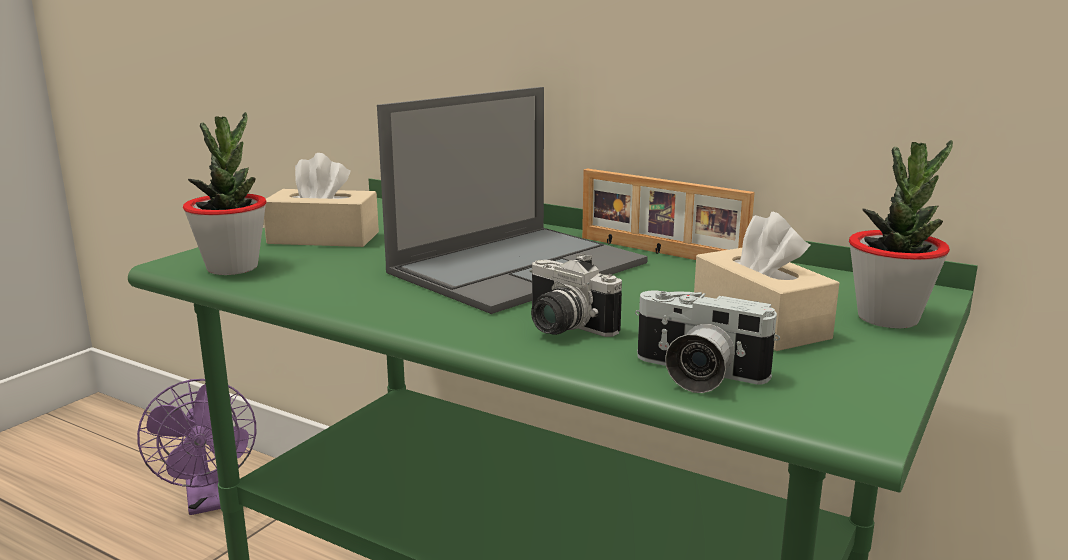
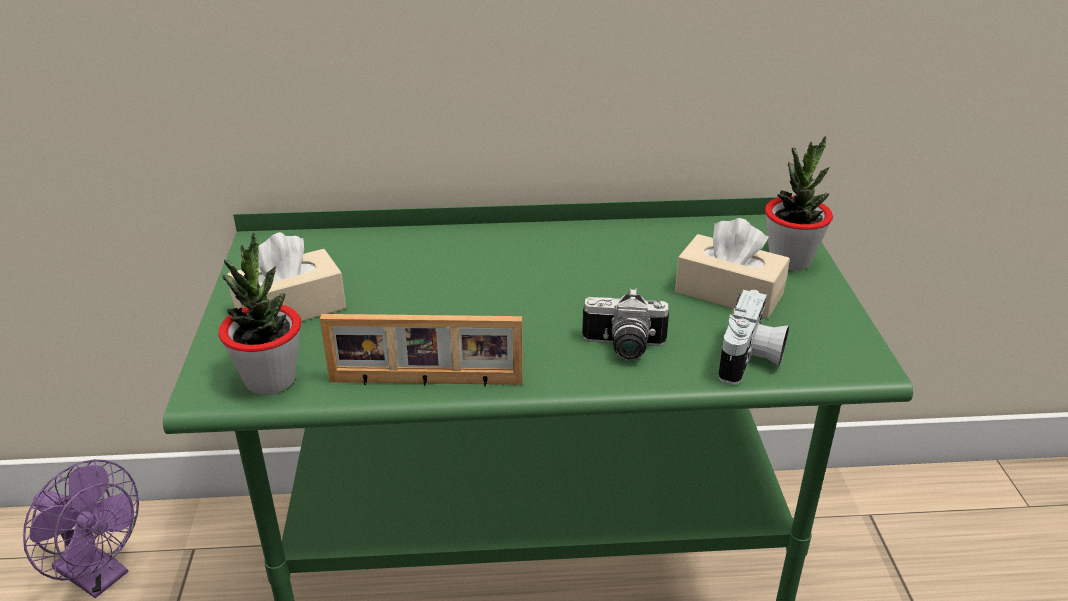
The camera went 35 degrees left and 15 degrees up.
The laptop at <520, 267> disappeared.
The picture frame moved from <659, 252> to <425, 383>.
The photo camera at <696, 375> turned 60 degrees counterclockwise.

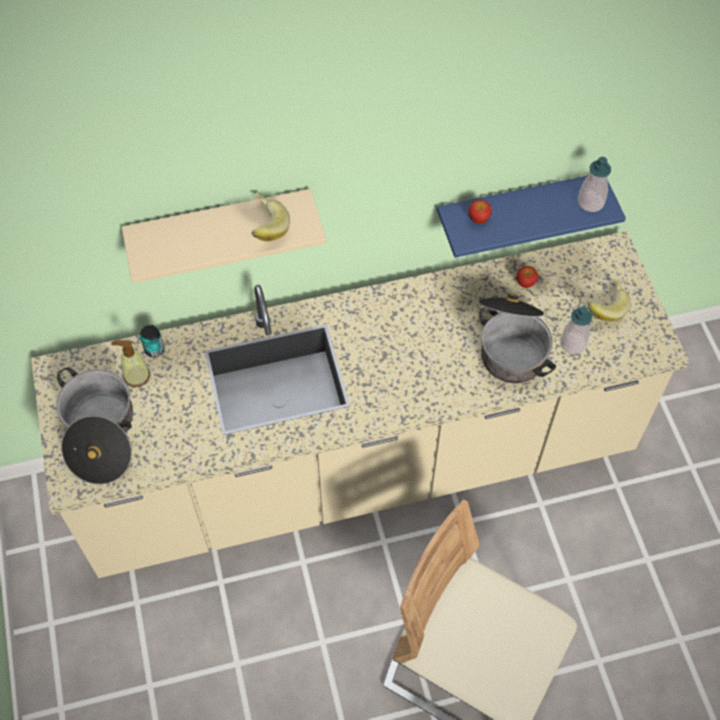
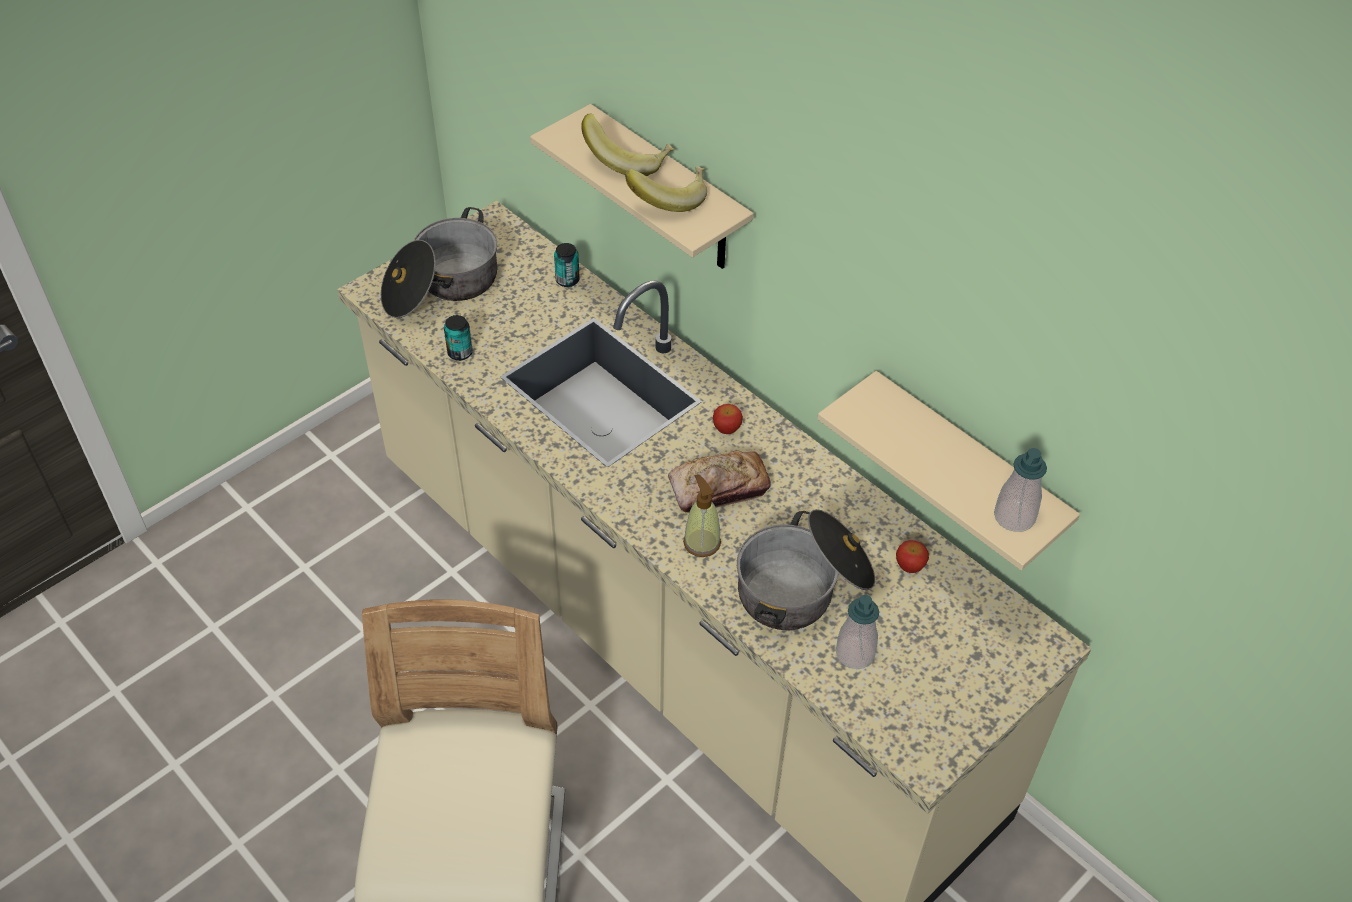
The camera went 60 degrees right and 10 degrees down.
The blue shelf at <517, 210> became the beige shelf at <965, 471>.
The apple moved from <478, 219> to <726, 429>.
The banana moved from <604, 307> to <628, 160>.
The soap dispenser moved from <136, 376> to <701, 542>.
The can at <460, 353> appeared.
The bread at <718, 488> appeared.

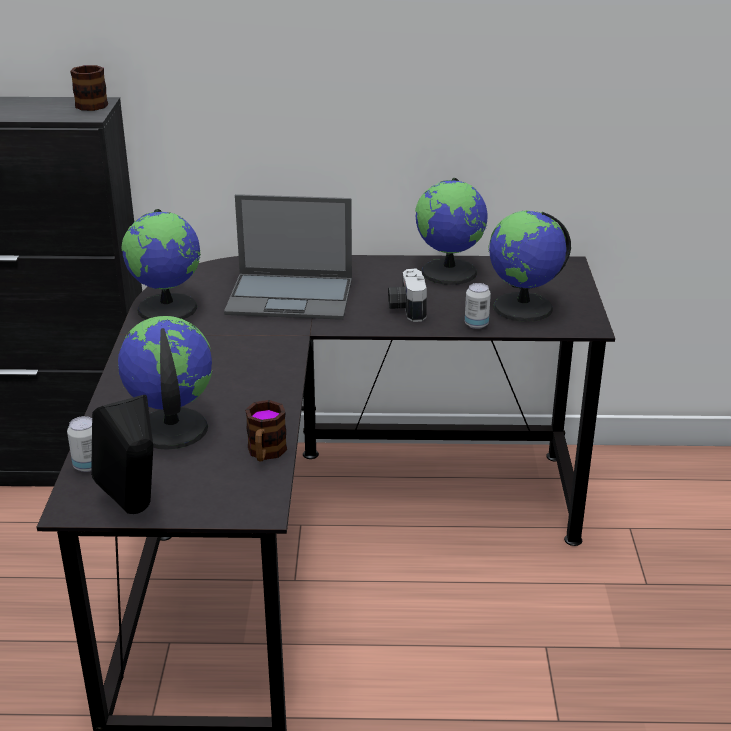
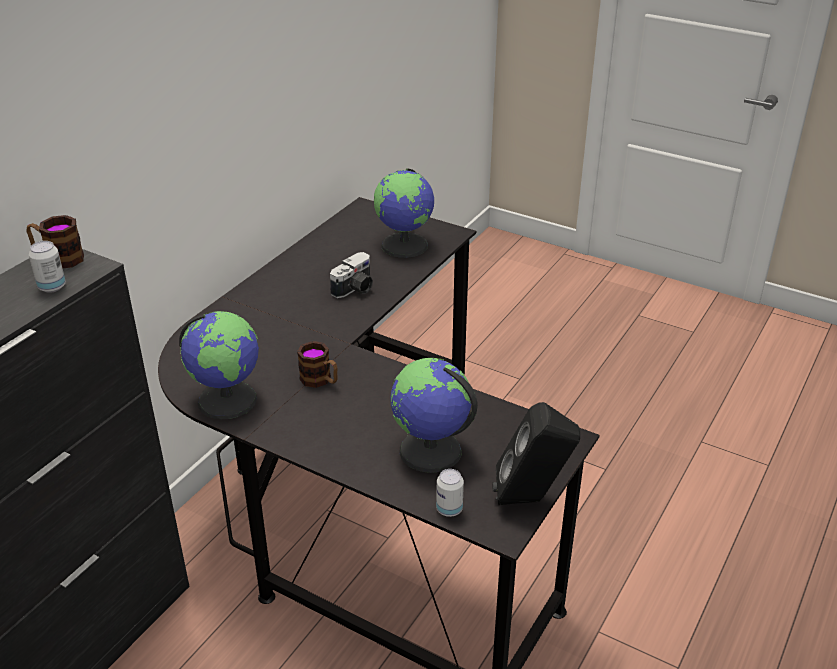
The camera went 60 degrees left and 5 degrees up.
The globe at <450, 272> disappeared.
The laptop at <292, 296> disappeared.
The photo camera at <406, 308> turned 75 degrees counterclockwise.
The can moved from <476, 324> to <52, 287>.
The mug moved from <265, 453> to <320, 380>.

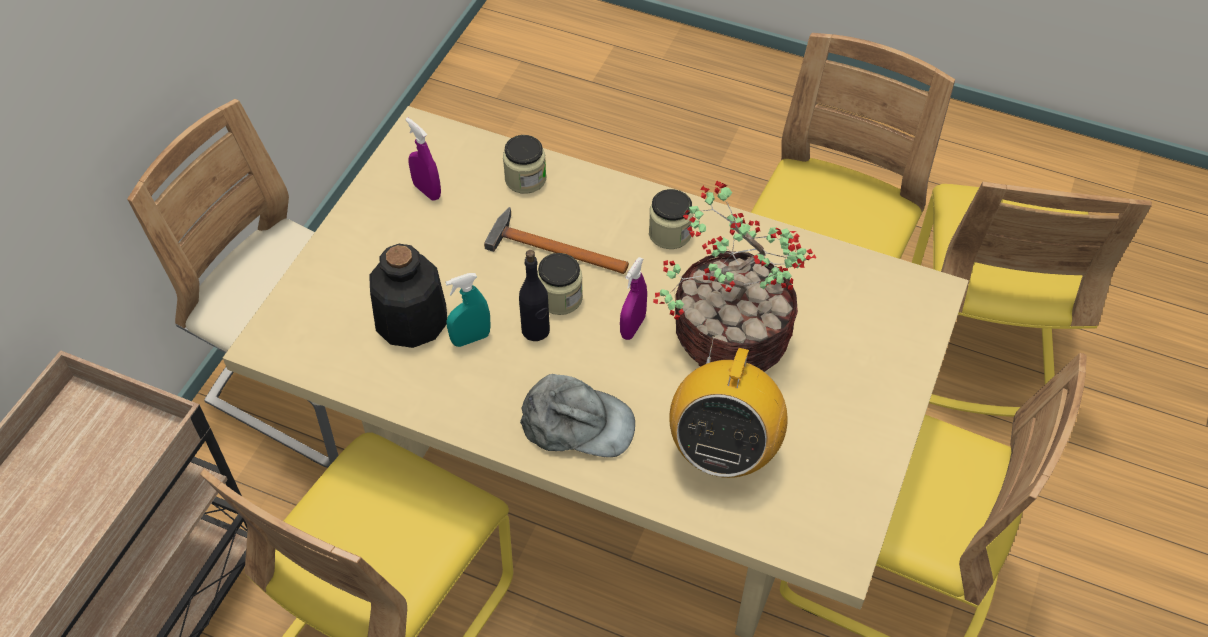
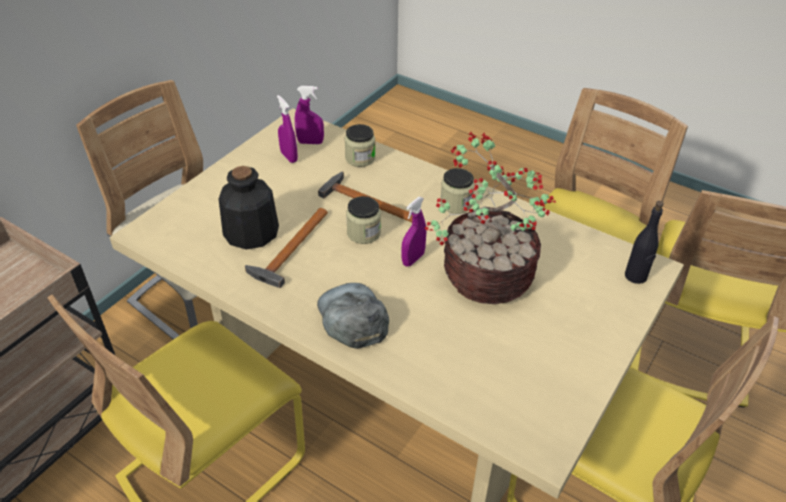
The camera went 10 degrees right and 10 degrees down.
The black bottle moved from <536, 330> to <636, 276>.
The turquoise spray bottle at <471, 338> was replaced by the hammer at <290, 250>.
The radio at <723, 450> disappeared.
The grey cap at <577, 423> turned 135 degrees counterclockwise.
The purple spray bottle at <310, 142> appeared.

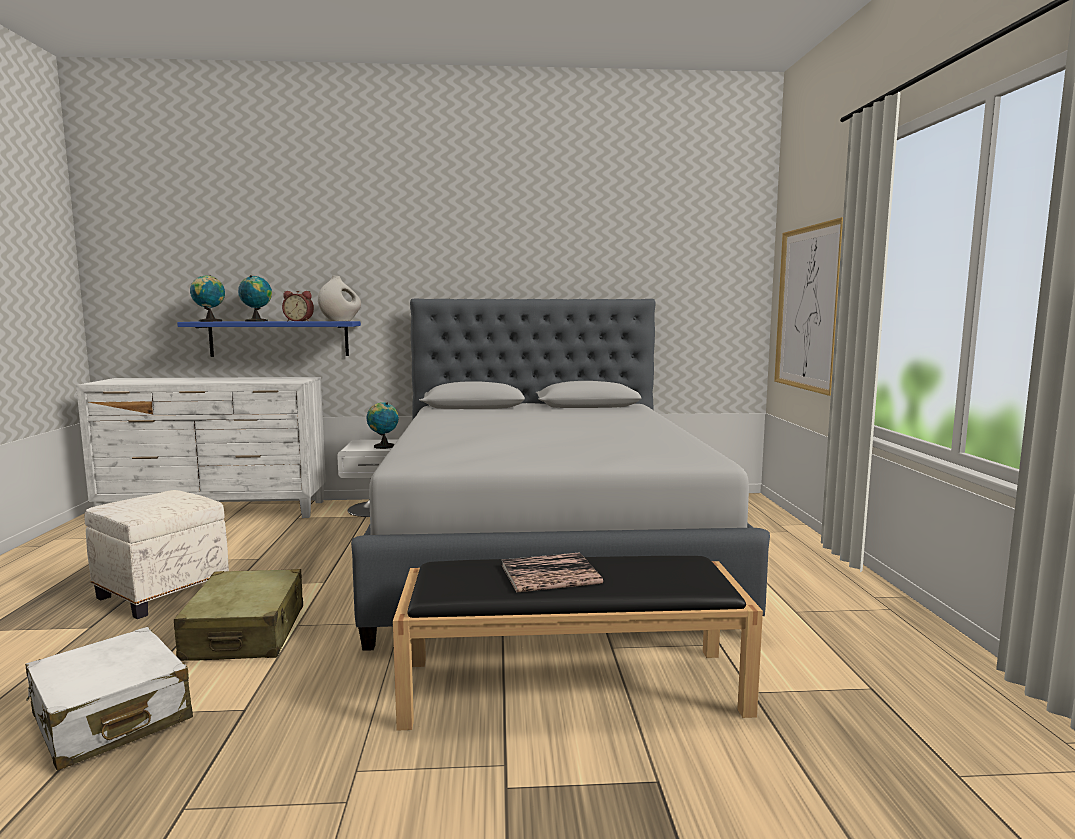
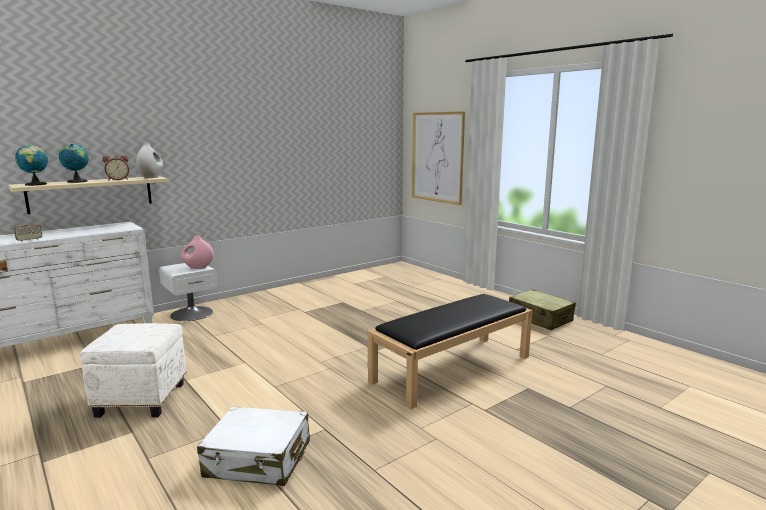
The camera went 35 degrees left and 5 degrees up.
The grey bed at <545, 551> disappeared.
The blue shelf at <279, 338> became the beige shelf at <91, 194>.
The globe at <383, 446> was replaced by the pink vase at <198, 267>.
The book at <550, 574> disappeared.
The beige suitcase moved from <246, 633> to <540, 318>.
The radio at <29, 240> appeared.

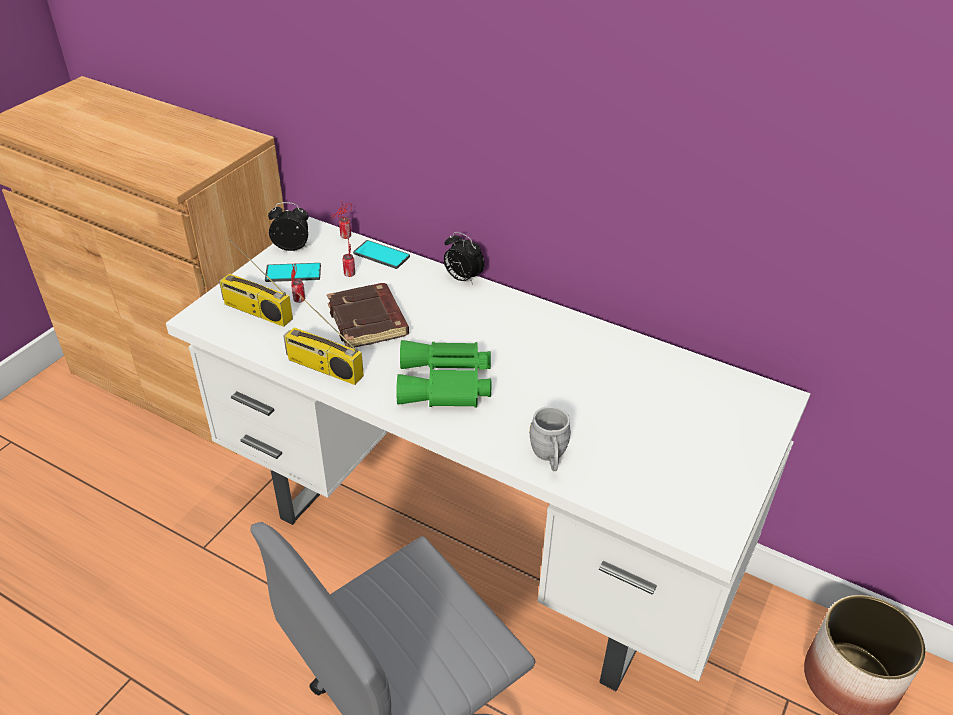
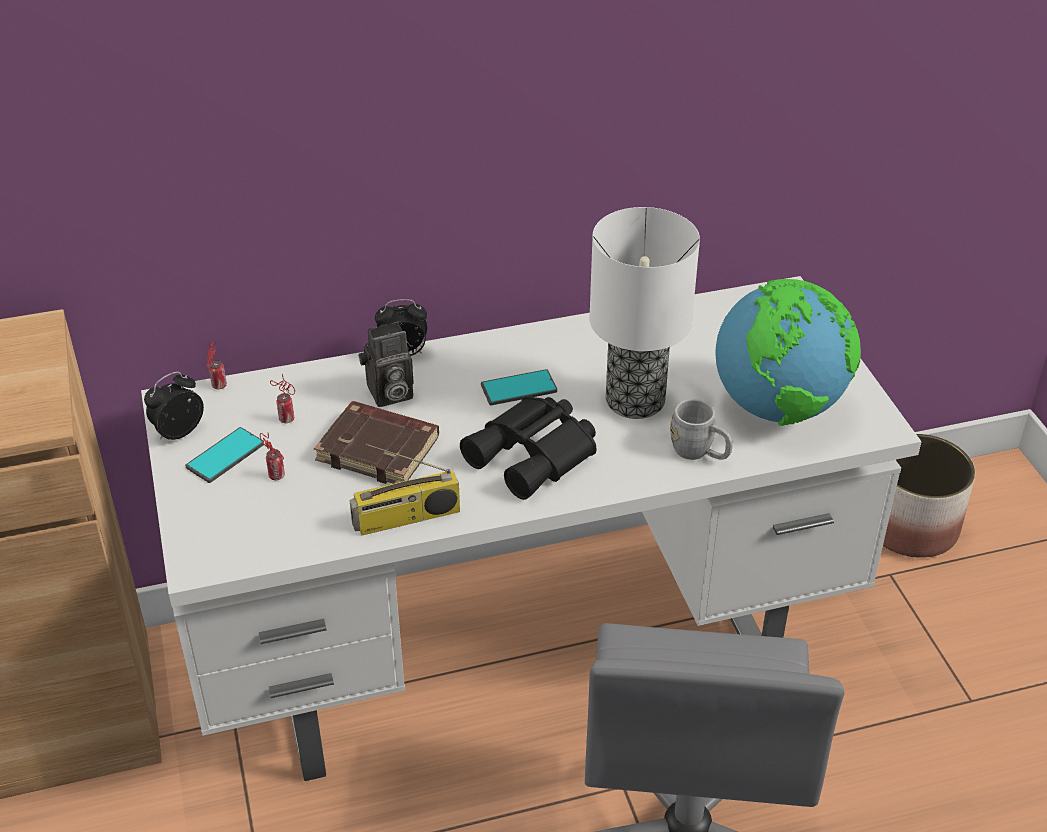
The camera went 45 degrees left and 0 degrees up.
The radio at <256, 311> disappeared.
The phone moved from <381, 255> to <519, 388>.
The green binoculars at <446, 384> became the black binoculars at <535, 455>.
The table lamp at <636, 401> appeared.
The globe at <779, 407> appeared.
The photo camera at <388, 394> appeared.

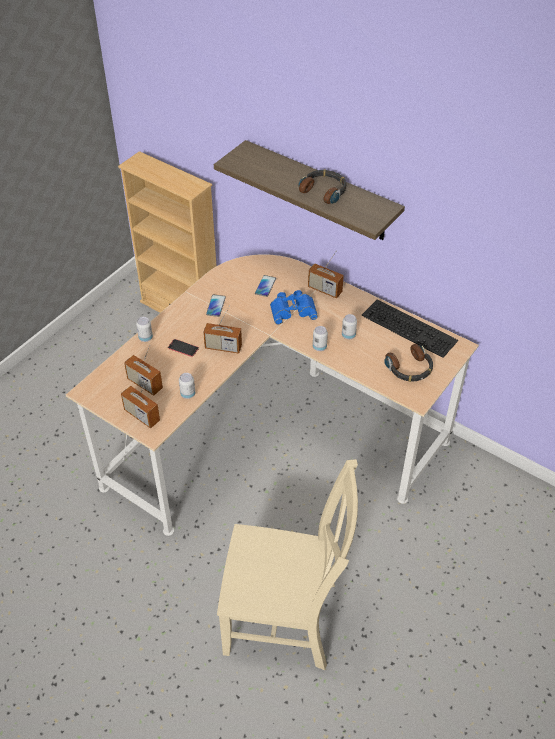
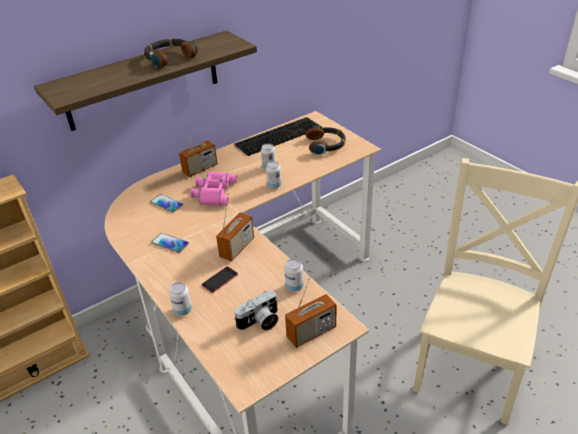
The camera went 70 degrees left and 10 degrees down.
The blue binoculars at <293, 309> became the pink binoculars at <213, 192>.
The radio at <145, 384> was replaced by the photo camera at <260, 322>.

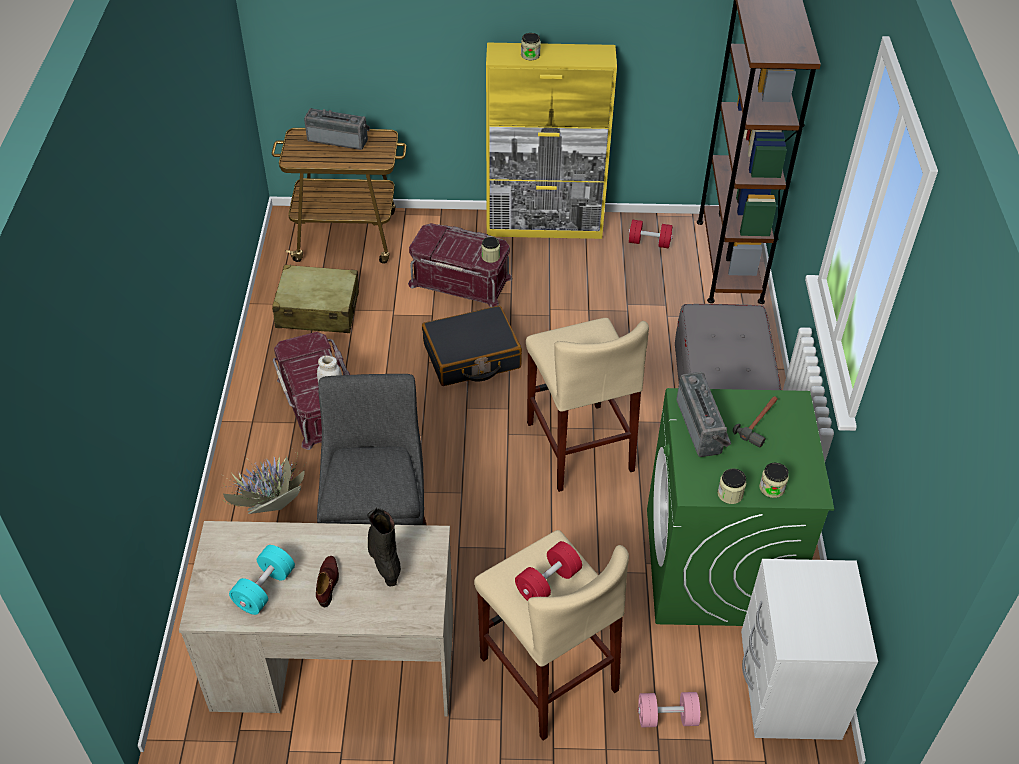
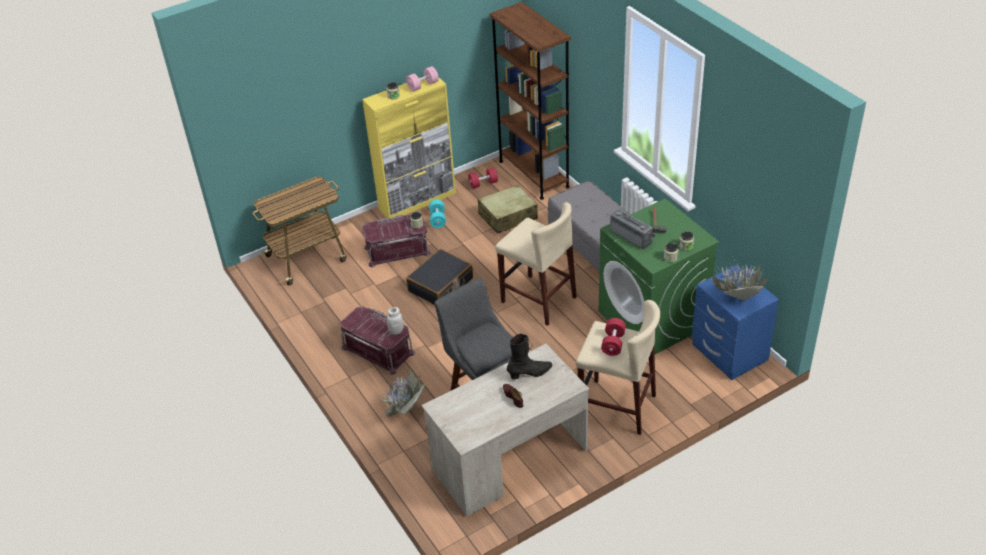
The camera went 30 degrees left and 5 degrees down.
The radio at <338, 139> disappeared.
The beige suitcase moved from <317, 310> to <507, 217>.
The black boot at <384, 560> turned 120 degrees clockwise.
The turquoise dumbbell moved from <264, 589> to <437, 219>.
The white nightstand at <787, 689> became the blue nightstand at <728, 353>.
The pink dumbbell moved from <667, 717> to <423, 85>.
The potted plant at <737, 300> appeared.

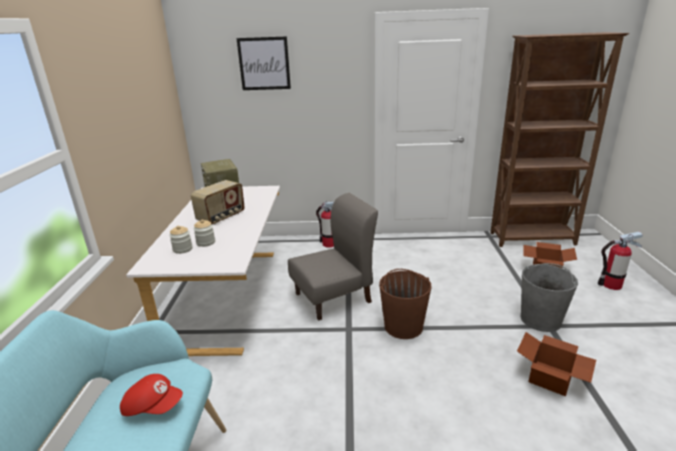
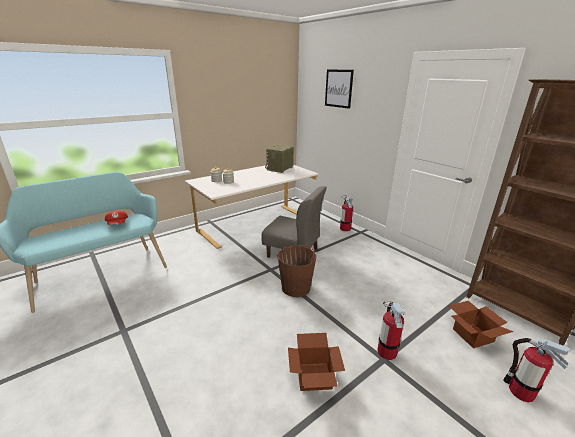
The camera went 50 degrees right and 0 degrees up.
The radio at <221, 217> disappeared.
The grey bucket at <541, 319> was replaced by the fire extinguisher at <386, 351>.

